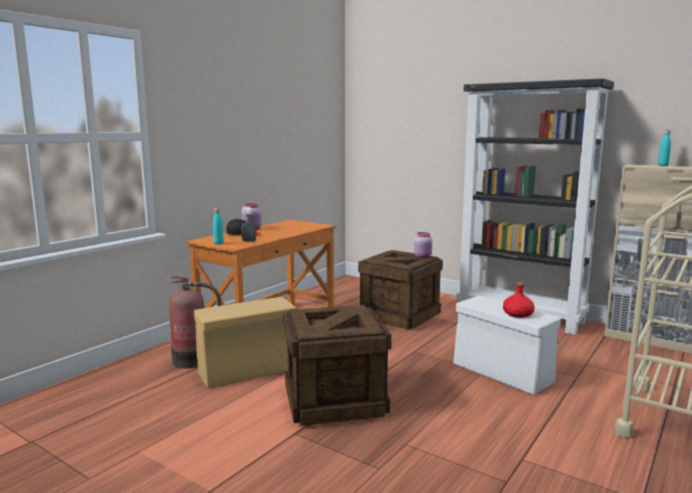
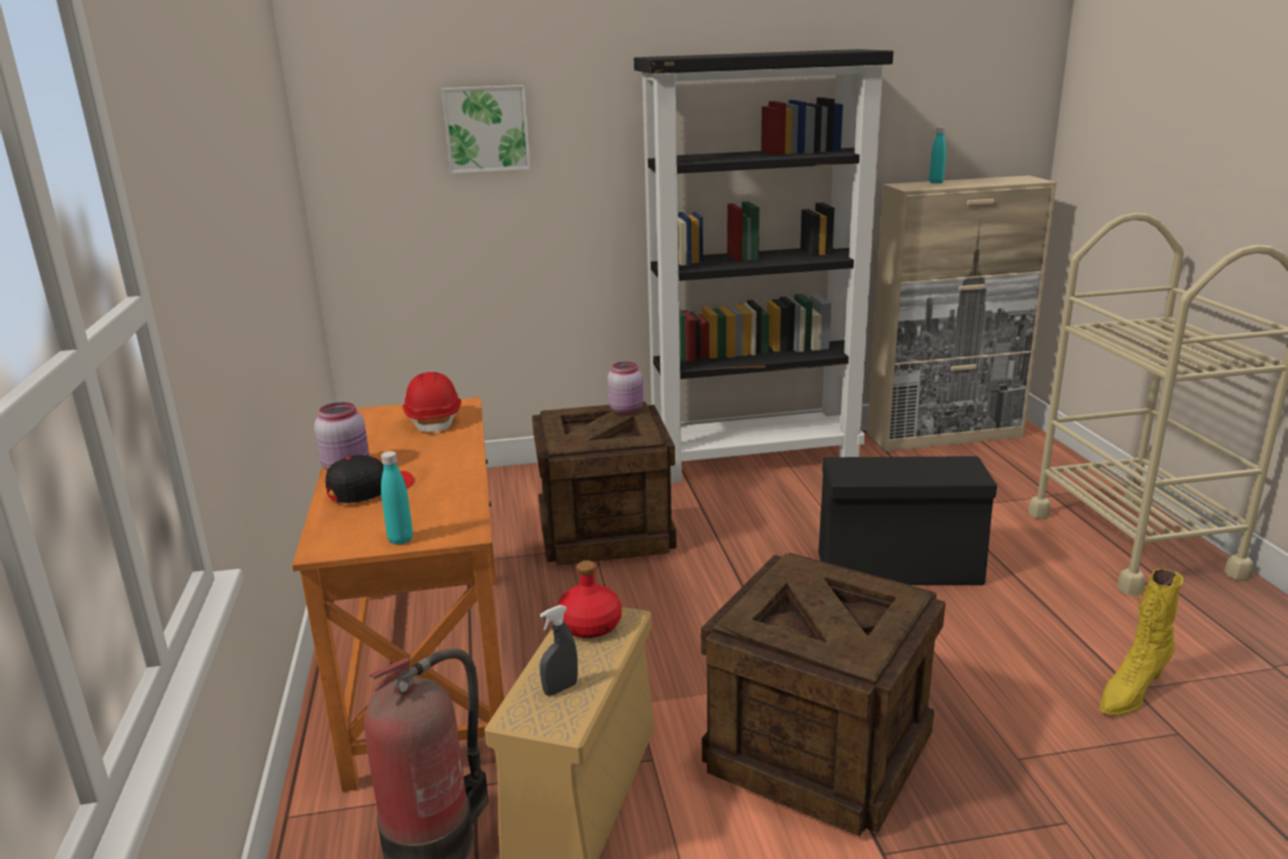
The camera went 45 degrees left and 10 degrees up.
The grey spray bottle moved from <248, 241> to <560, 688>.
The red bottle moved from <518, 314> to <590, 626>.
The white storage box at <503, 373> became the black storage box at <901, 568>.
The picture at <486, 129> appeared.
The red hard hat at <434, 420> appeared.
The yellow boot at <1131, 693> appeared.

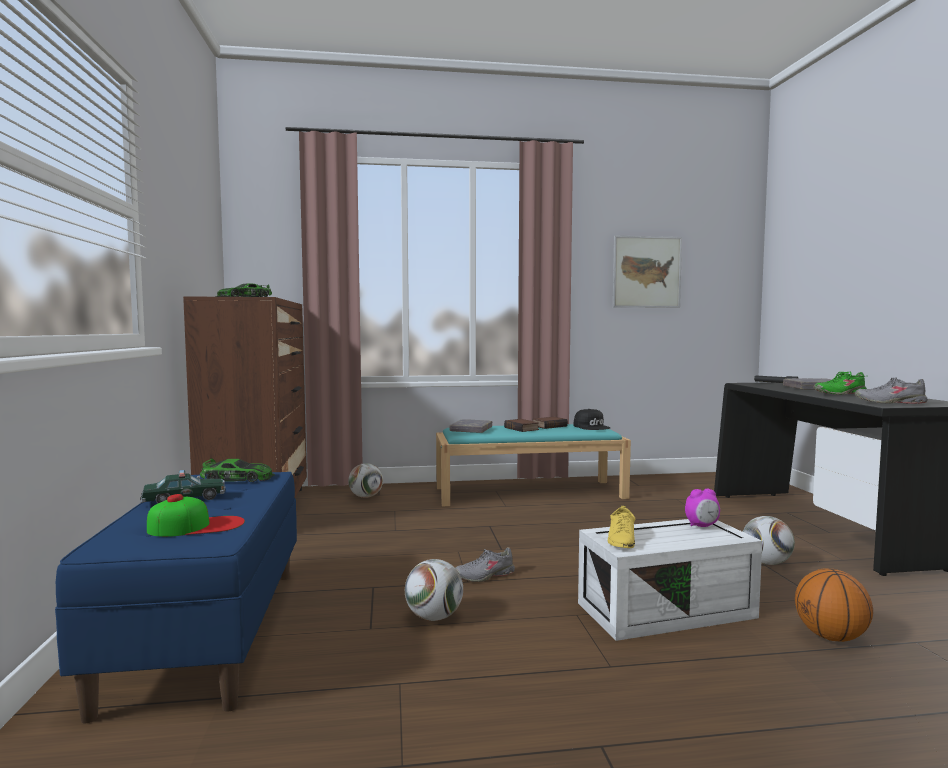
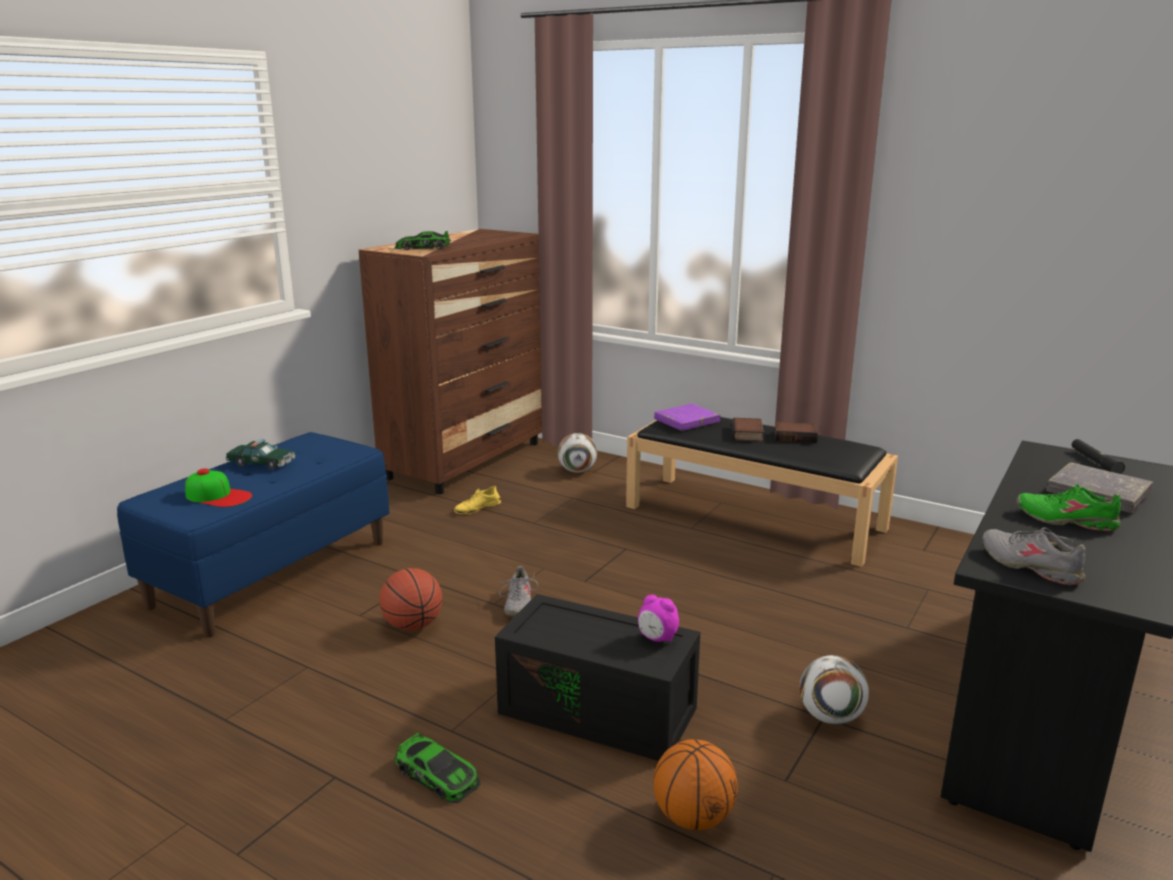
The camera went 40 degrees right and 15 degrees up.
The picture at <646, 272> disappeared.
The black cap at <592, 427> disappeared.
The grey book at <471, 429> became the purple book at <686, 421>.
The turquoise bench at <530, 492> became the black bench at <755, 517>.
The toy car moved from <238, 478> to <437, 776>.
The yellow shoe moved from <621, 539> to <477, 508>.
The white storage box at <666, 609> became the black storage box at <601, 710>.
The grey shoe at <485, 575> turned 105 degrees counterclockwise.
The football at <434, 617> was replaced by the basketball at <412, 626>.

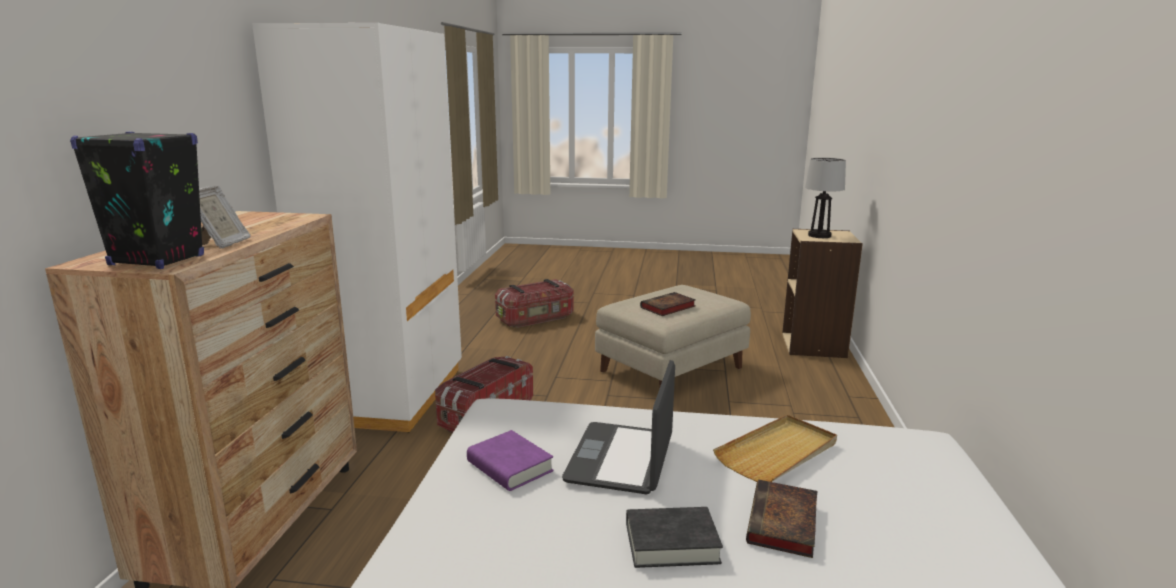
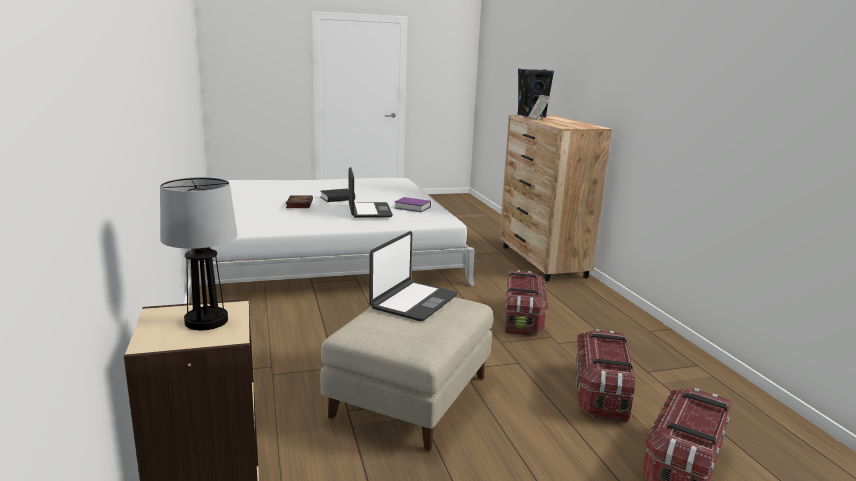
The camera went 155 degrees right and 0 degrees up.
The white wardrobe at <391, 395> disappeared.
The book at <667, 307> was replaced by the laptop at <413, 301>.
The beige tray at <778, 452> disappeared.
The storage box at <600, 392> appeared.

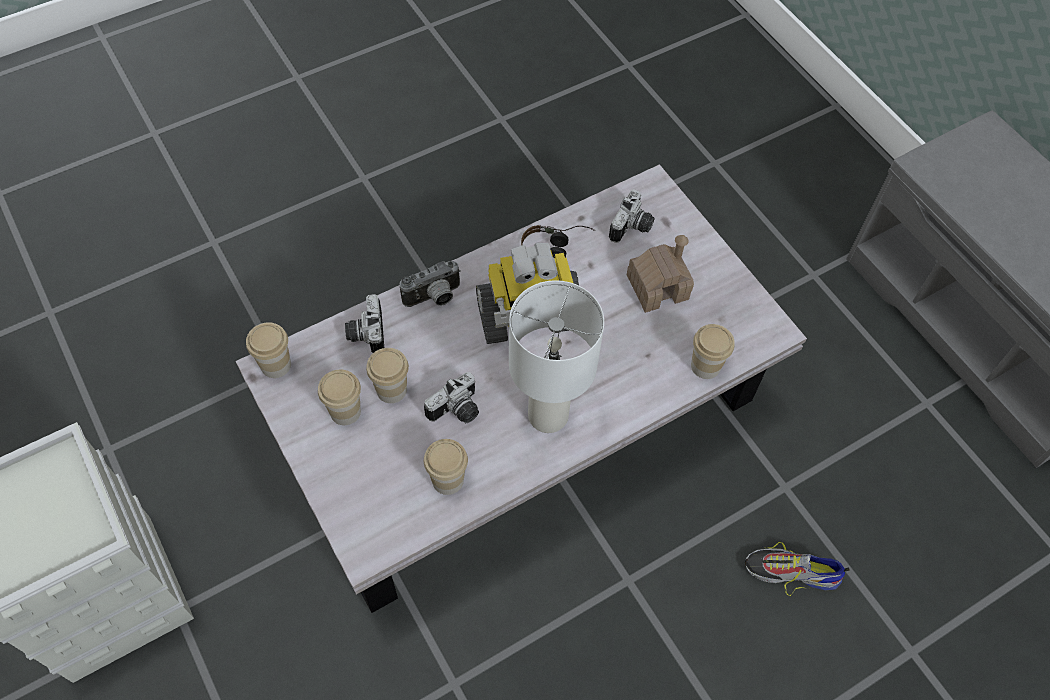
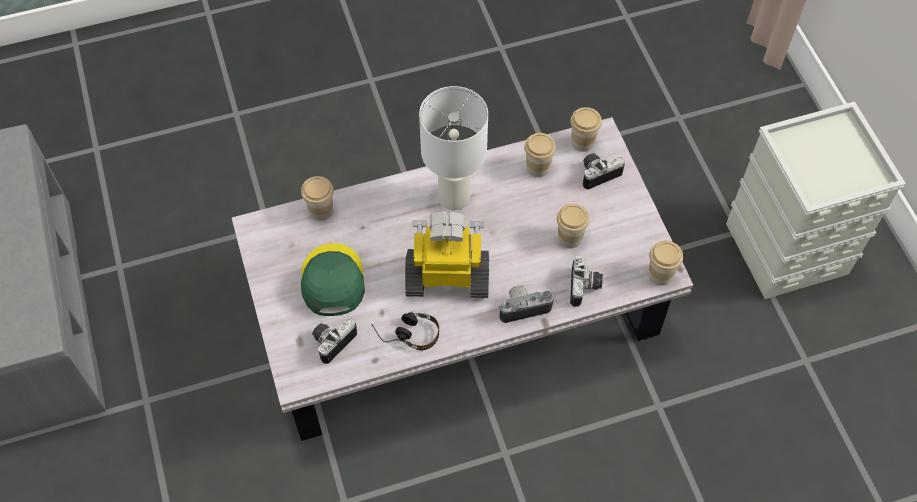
The camera went 165 degrees left and 0 degrees up.
The toy house at <657, 287> was replaced by the green cap at <332, 281>.
The cup moved from <345, 411> to <582, 142>.
The photo camera moved from <457, 411> to <598, 173>.
The shoe at <791, 572> disappeared.

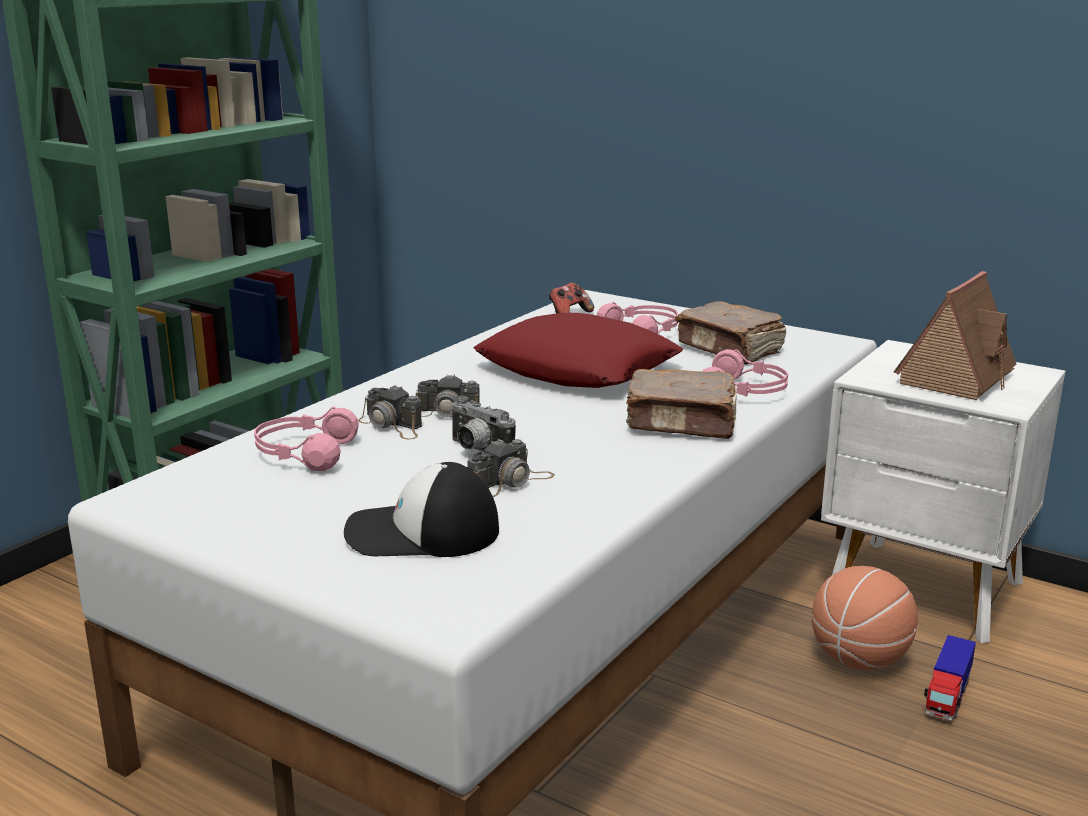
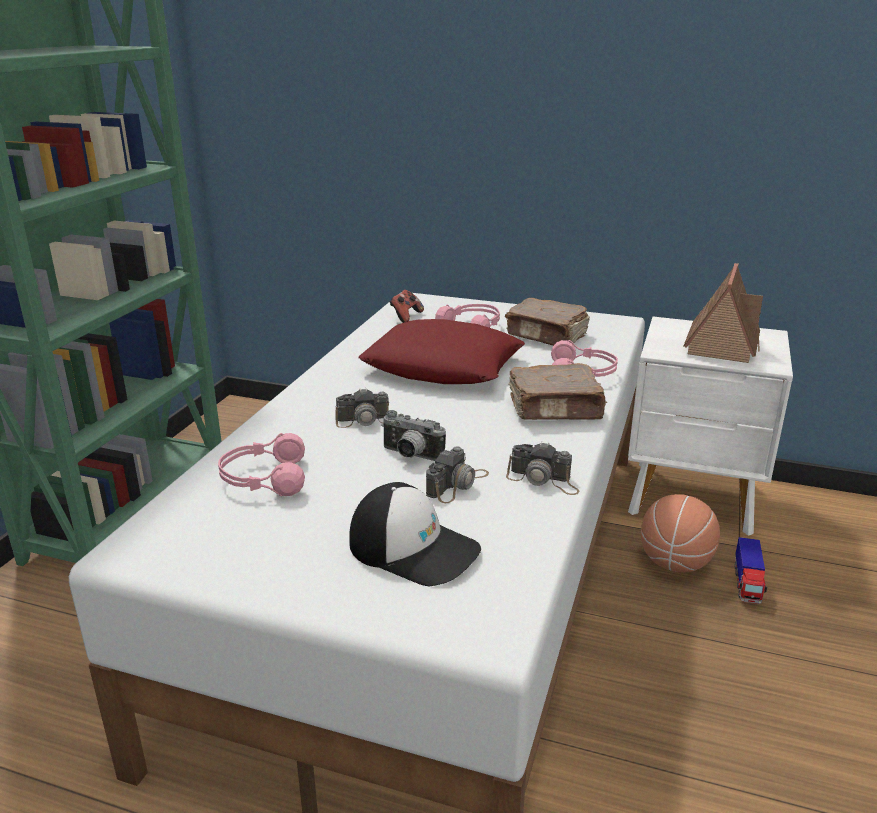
The camera went 15 degrees left and 5 degrees up.
The photo camera moved from <392, 426> to <543, 480>.
The cap at <421, 533> turned 135 degrees counterclockwise.

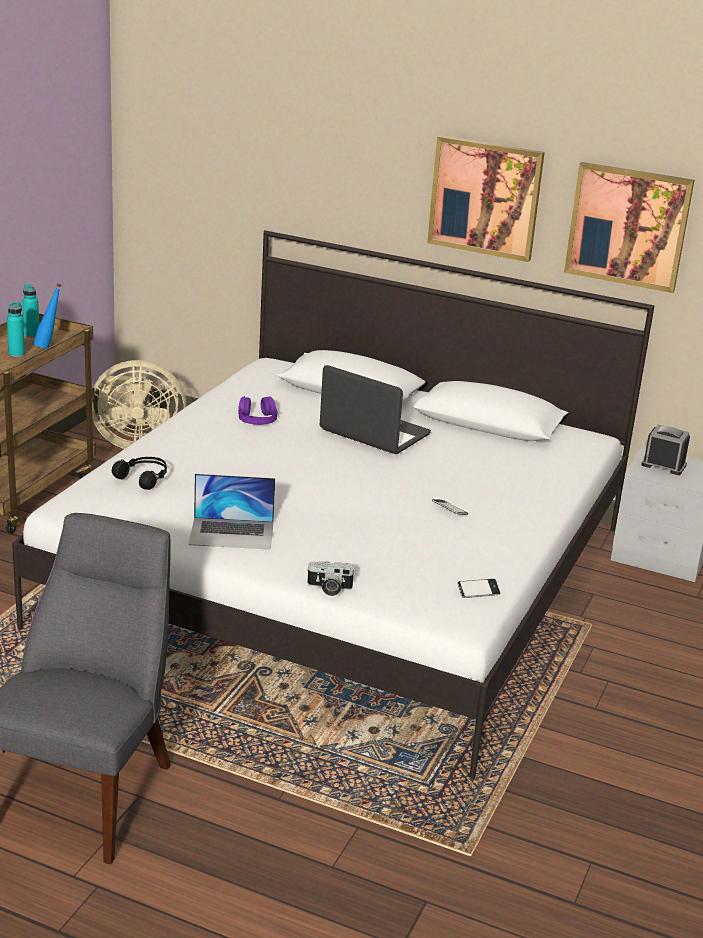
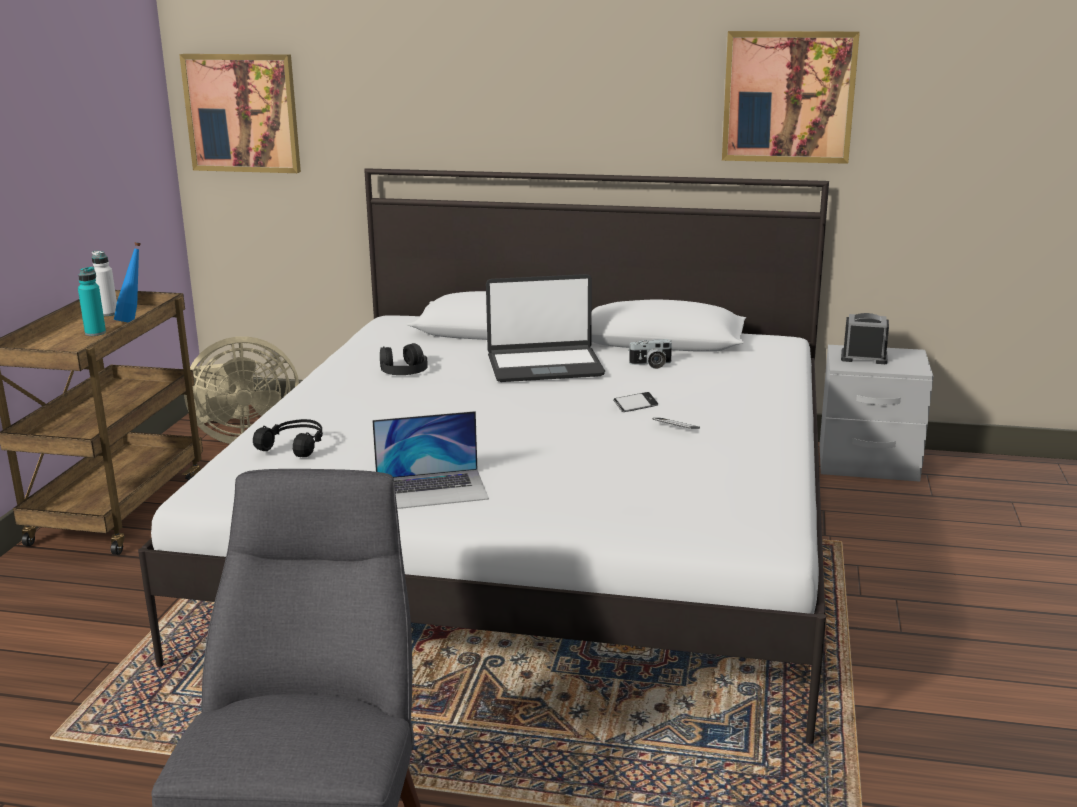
The camera went 10 degrees left and 5 degrees down.
The picture moved from <485, 198> to <242, 113>.
The turquoise bottle at <31, 335> became the white bottle at <108, 313>.
The laptop at <374, 433> turned 150 degrees clockwise.
The purple headphones at <257, 418> became the black headphones at <403, 370>.
The photo camera moved from <329, 588> to <651, 364>.
The phone moved from <478, 591> to <635, 406>.

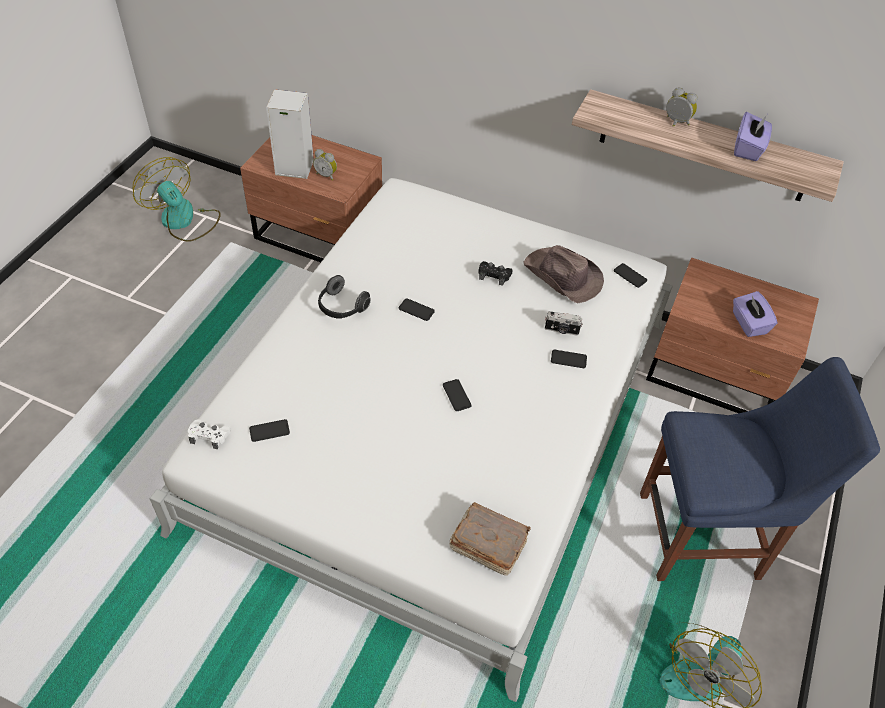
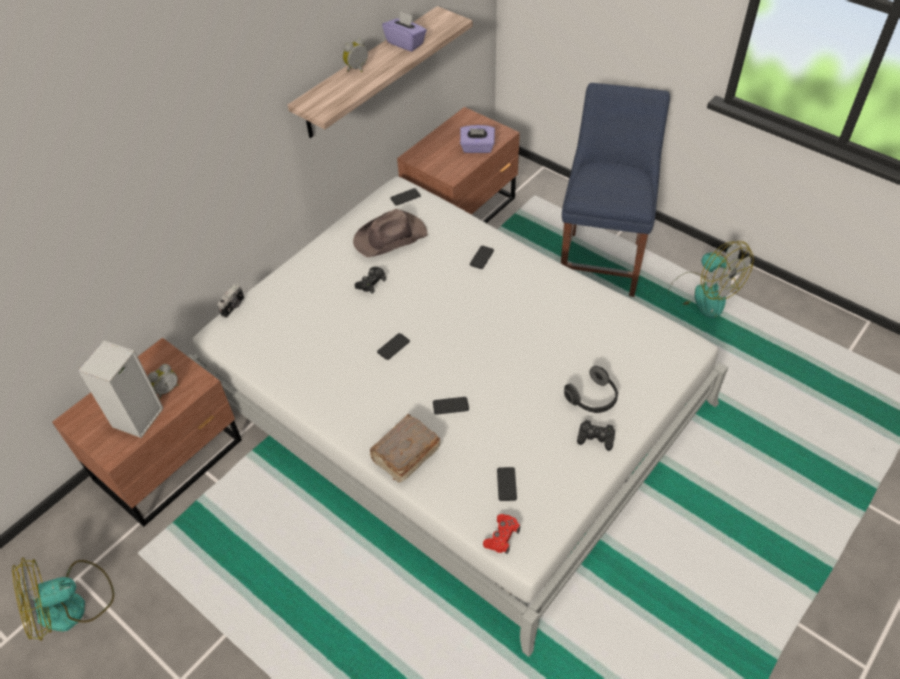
The camera went 70 degrees left and 0 degrees up.
The headphones moved from <341, 307> to <593, 399>.
The photo camera moved from <561, 330> to <234, 307>.
The phone moved from <456, 395> to <450, 406>.
The white game controller at <209, 436> became the red game controller at <502, 536>.
The brown book moved from <487, 544> to <405, 455>.
The black game controller at <595, 437> appeared.

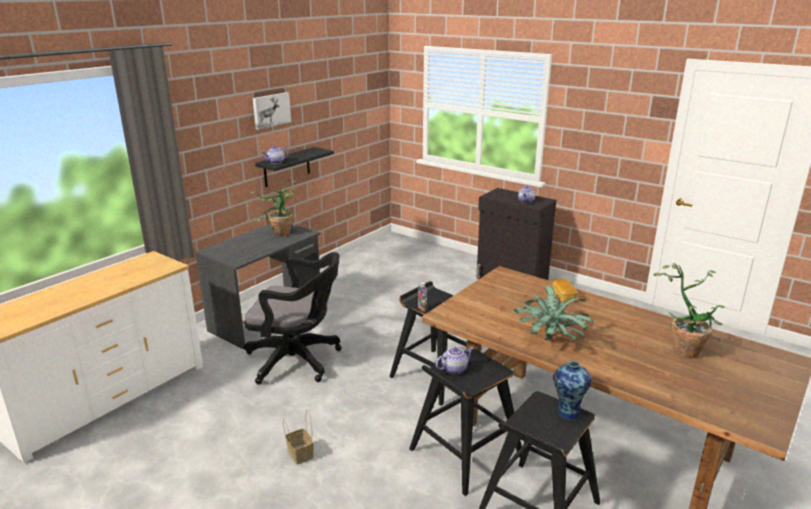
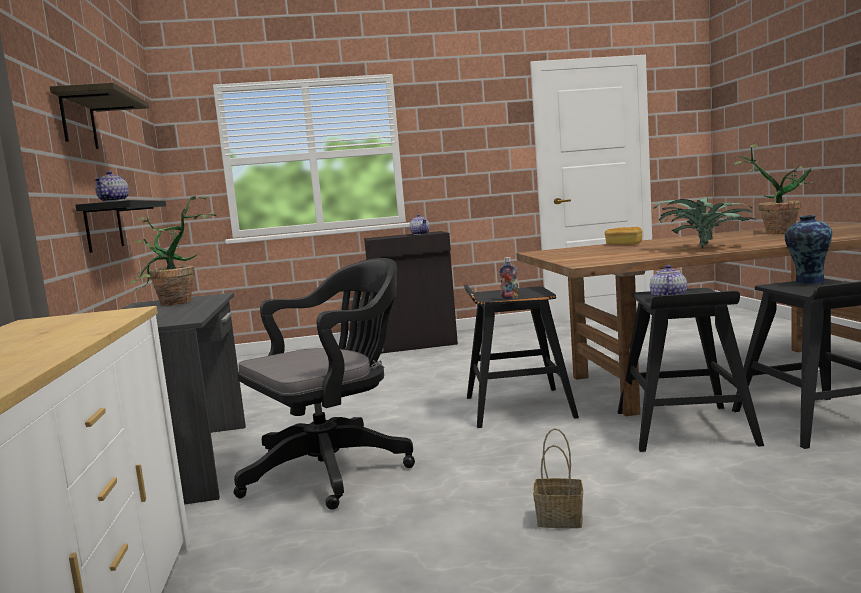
The camera went 45 degrees left and 15 degrees down.
The picture at <271, 110> was replaced by the shelf at <78, 121>.

